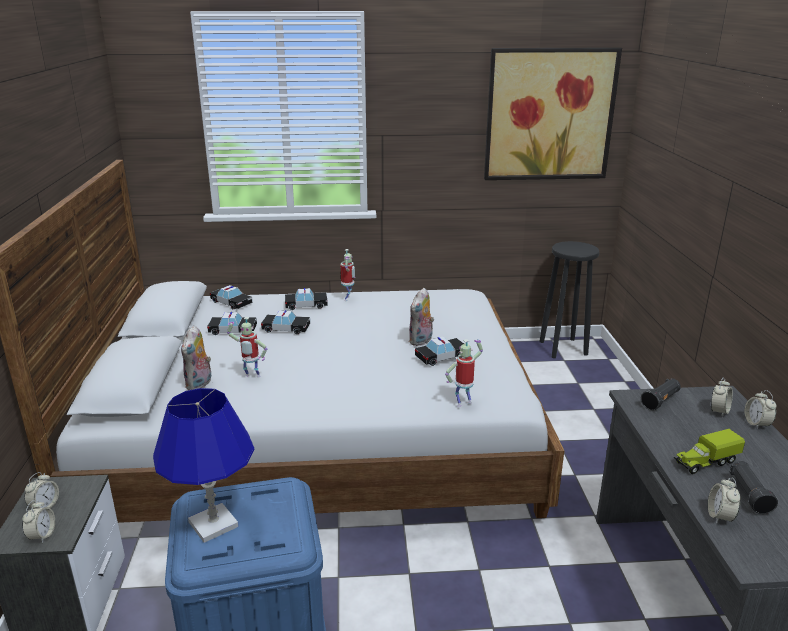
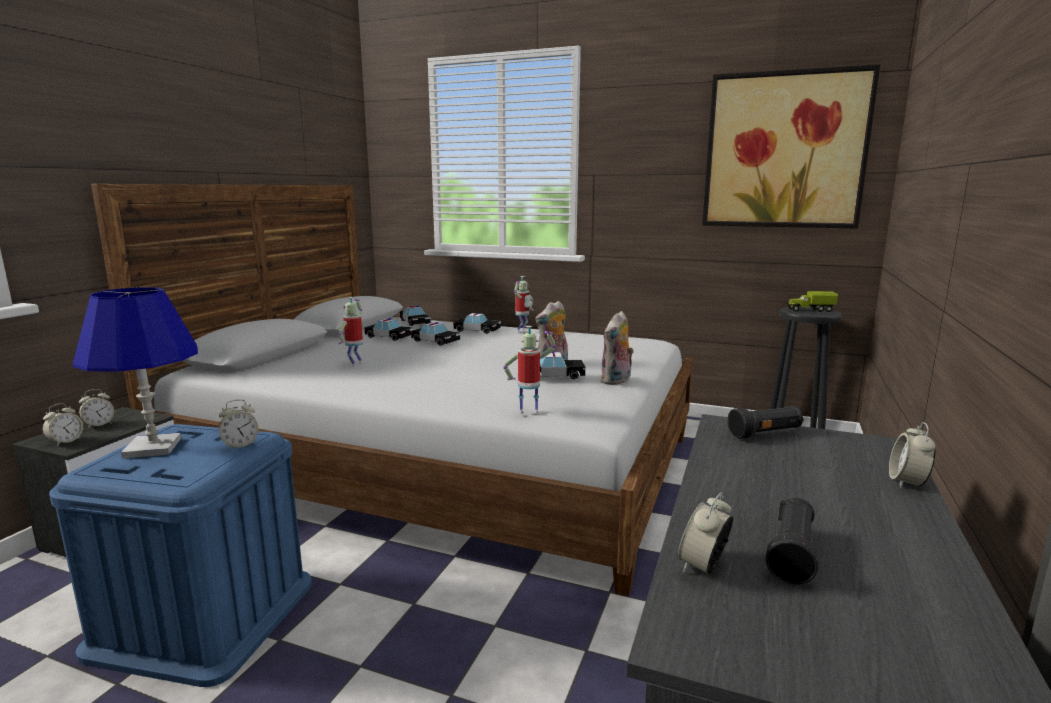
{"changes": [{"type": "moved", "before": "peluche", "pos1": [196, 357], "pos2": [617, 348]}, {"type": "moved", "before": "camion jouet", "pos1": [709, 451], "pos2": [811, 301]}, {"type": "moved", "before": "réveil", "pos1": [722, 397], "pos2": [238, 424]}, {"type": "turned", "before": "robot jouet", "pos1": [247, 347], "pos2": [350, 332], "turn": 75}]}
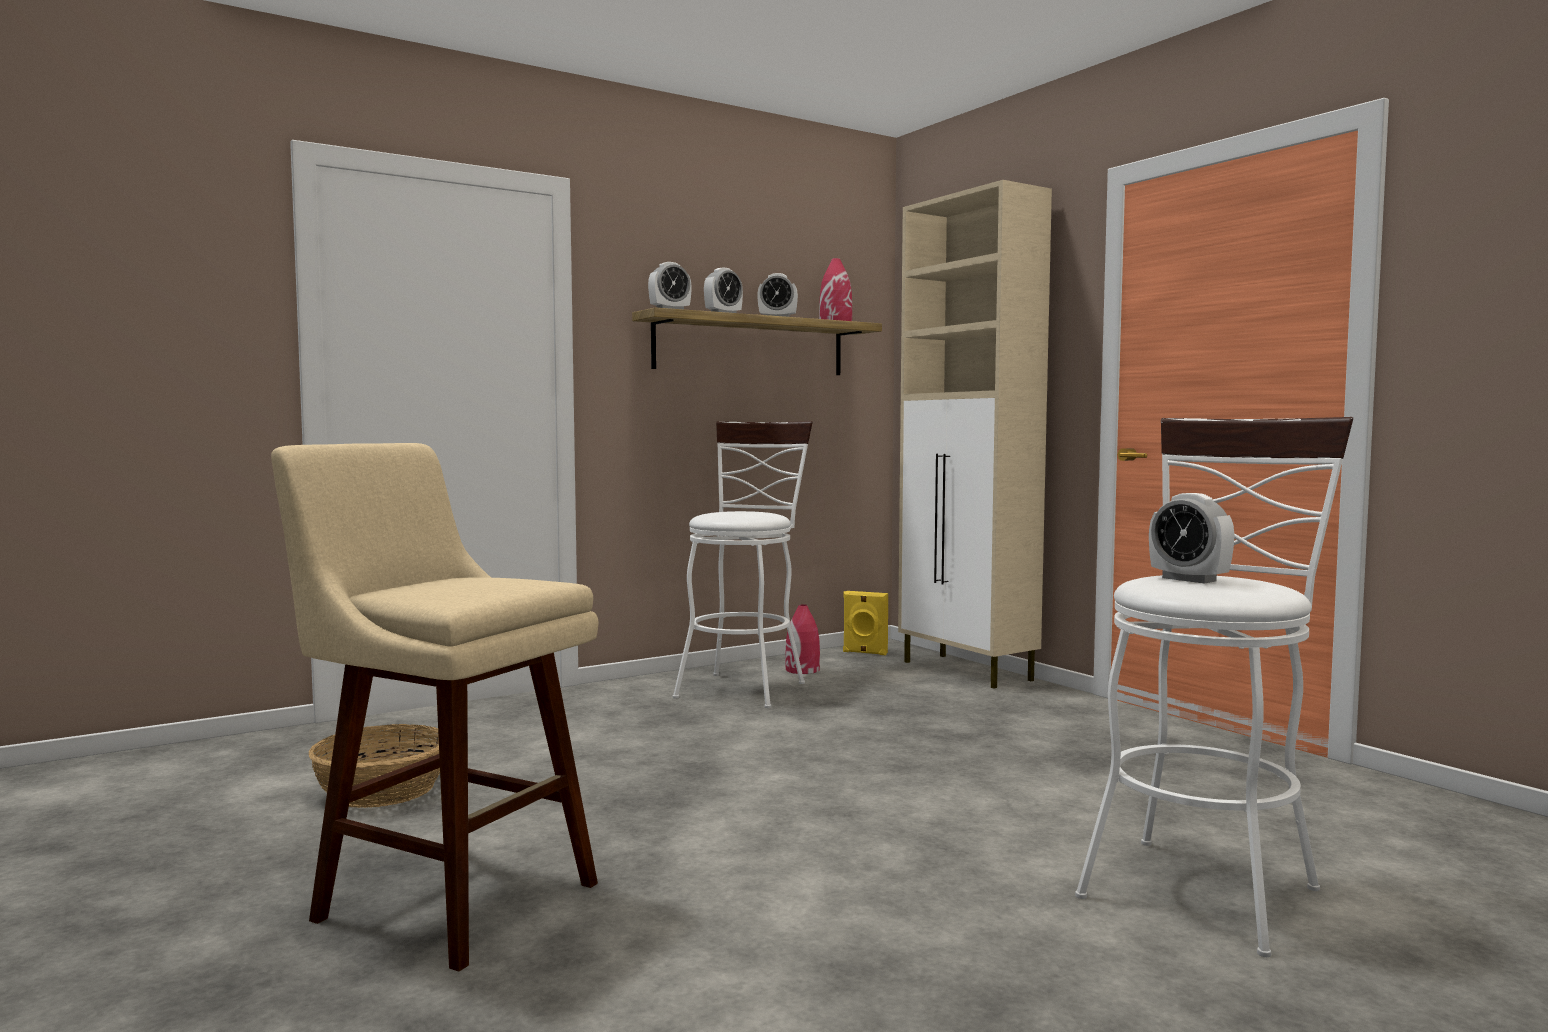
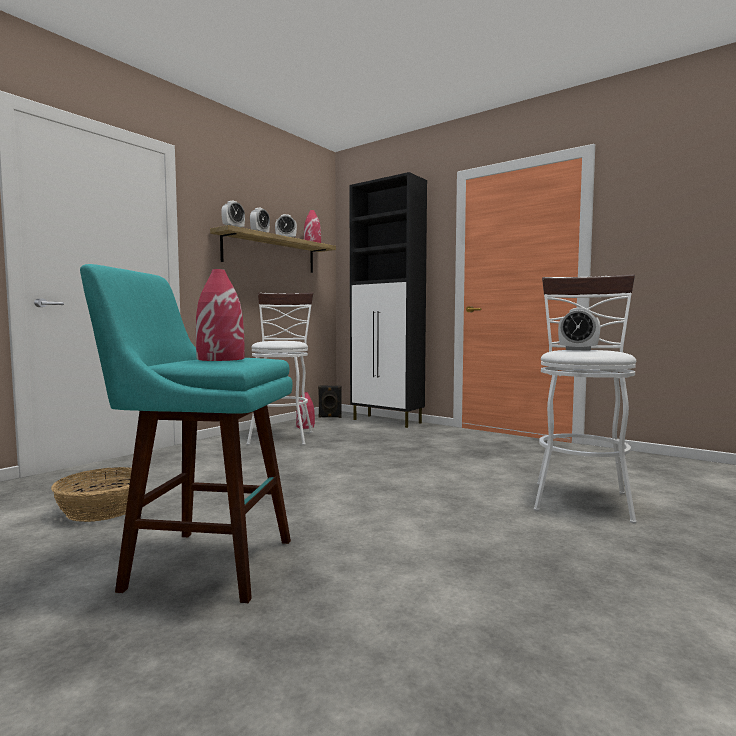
{"changes": [{"type": "added", "after": "vase [rouge]", "pos2": [220, 315]}, {"type": "recoloured", "before": "tabouret [beige]", "after": "tabouret [turquoise]", "pos1": [434, 707], "pos2": [186, 433]}, {"type": "recoloured", "before": "enceinte [jaune]", "after": "enceinte [noir]", "pos1": [865, 623], "pos2": [330, 402]}, {"type": "recoloured", "before": "meuble de rangement [beige]", "after": "meuble de rangement [noir]", "pos1": [975, 434], "pos2": [388, 300]}]}
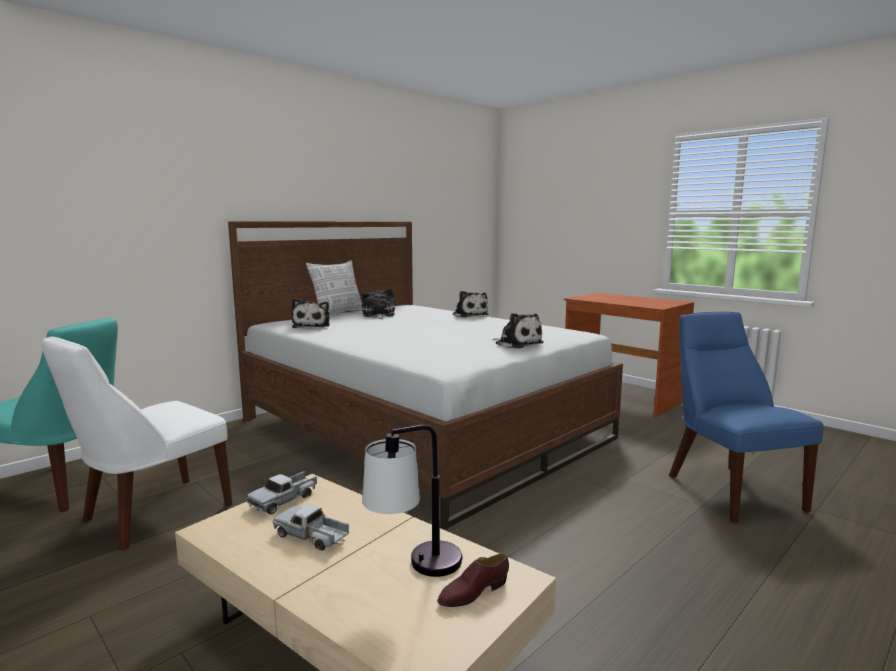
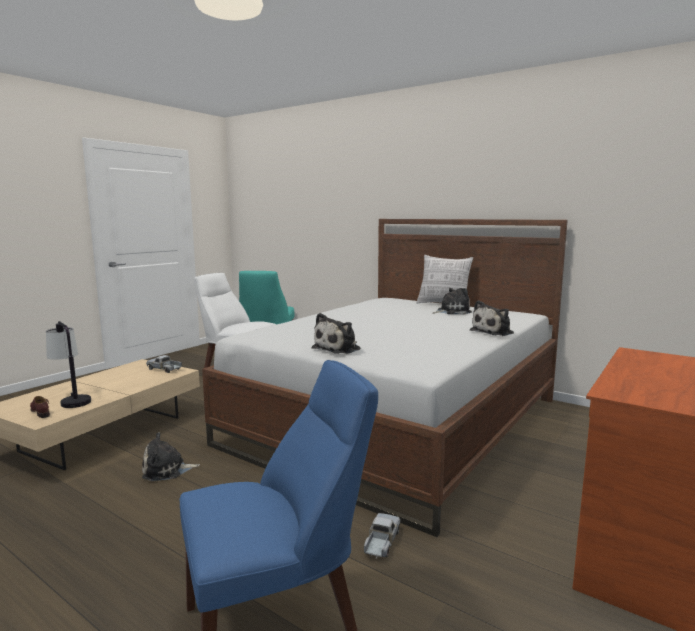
{"changes": [{"type": "moved", "before": "camion jouet", "pos1": [311, 527], "pos2": [382, 535]}, {"type": "moved", "before": "peluche", "pos1": [311, 313], "pos2": [171, 456]}]}
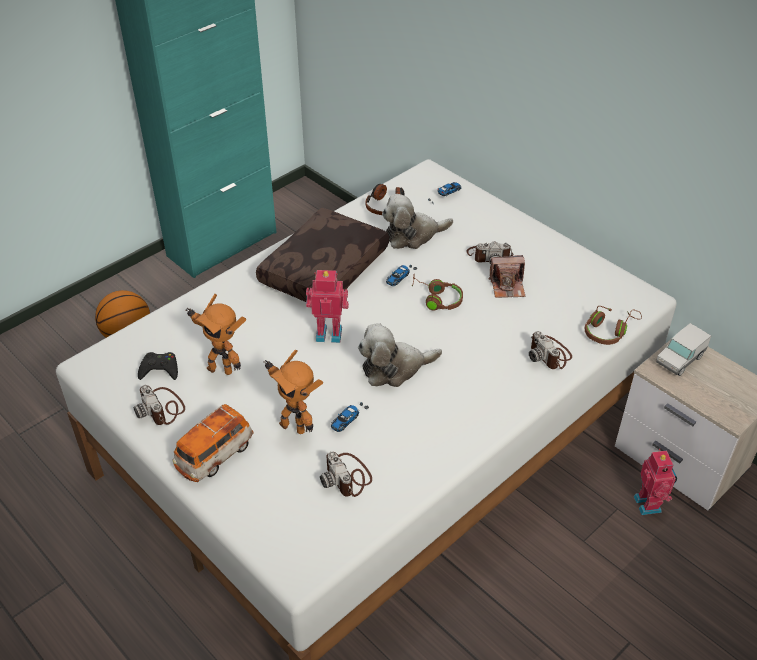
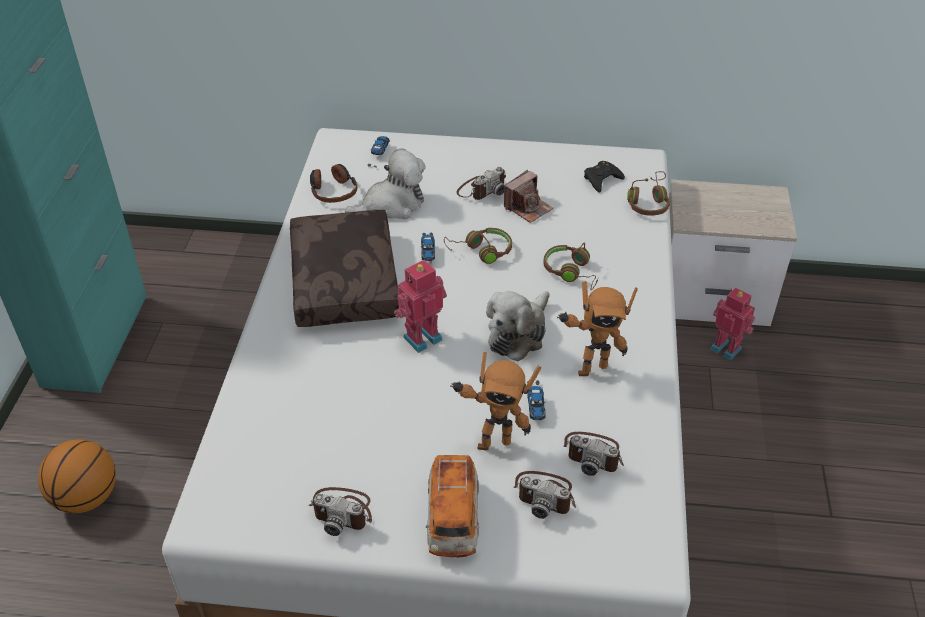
{"changes": [{"type": "removed", "before": "camion jouet", "pos1": [683, 349]}, {"type": "added", "after": "casque audio [marron]", "pos2": [571, 266]}, {"type": "moved", "before": "manette [noir]", "pos1": [158, 366], "pos2": [604, 177]}, {"type": "moved", "before": "robot jouet", "pos1": [215, 334], "pos2": [597, 328]}, {"type": "moved", "before": "appareil photo", "pos1": [550, 350], "pos2": [545, 495]}, {"type": "turned", "before": "peluche", "pos1": [417, 221], "pos2": [385, 184], "turn": -150}]}
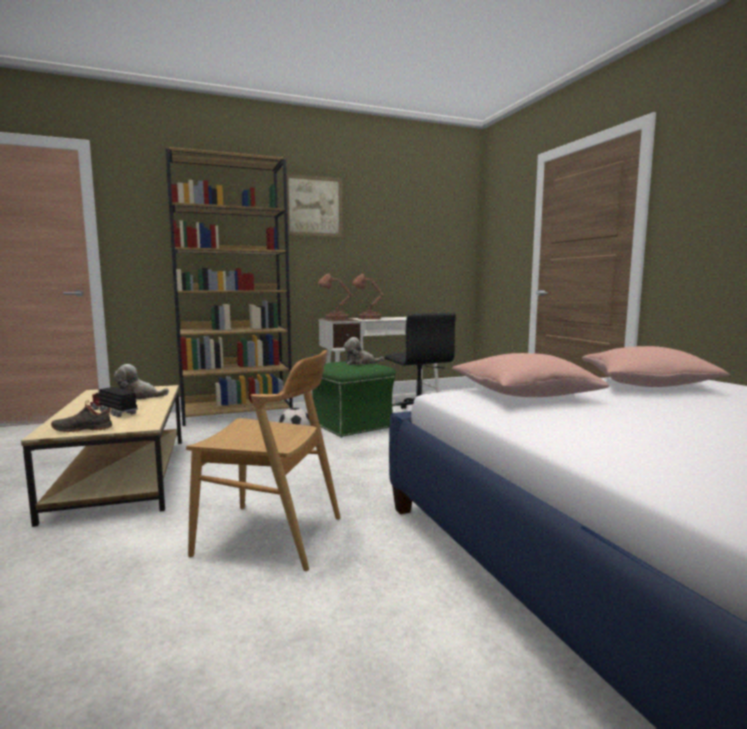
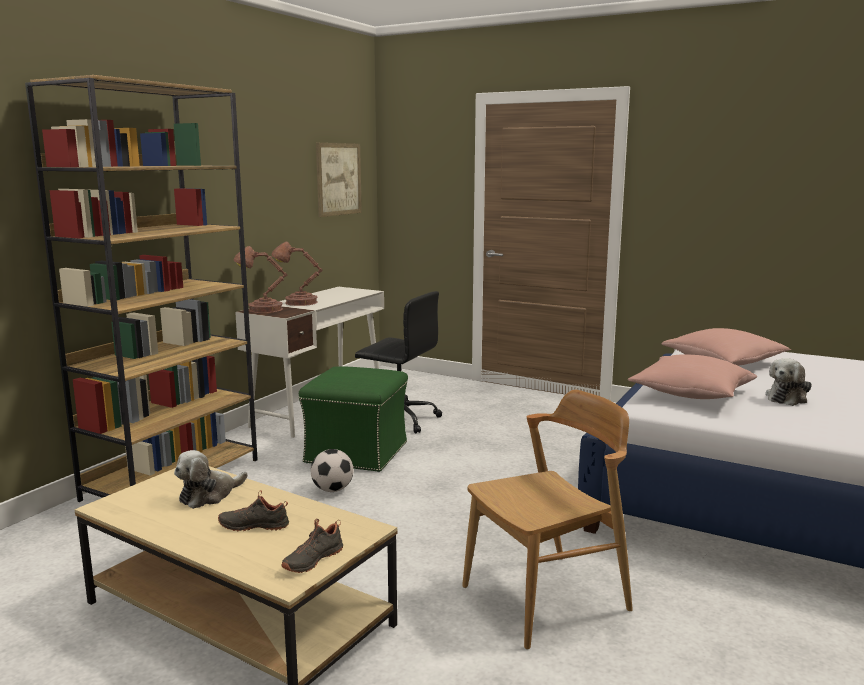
{"changes": [{"type": "moved", "before": "tableau", "pos1": [315, 205], "pos2": [339, 180]}, {"type": "moved", "before": "peluche", "pos1": [363, 351], "pos2": [788, 382]}, {"type": "replaced", "before": "camion jouet", "after": "chaussure [noir]", "pos1": [114, 401], "pos2": [253, 510]}]}
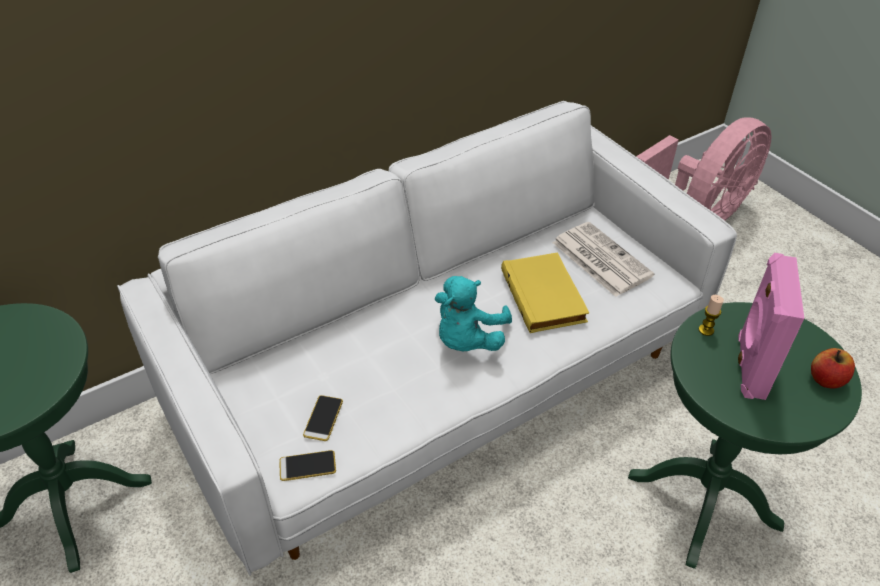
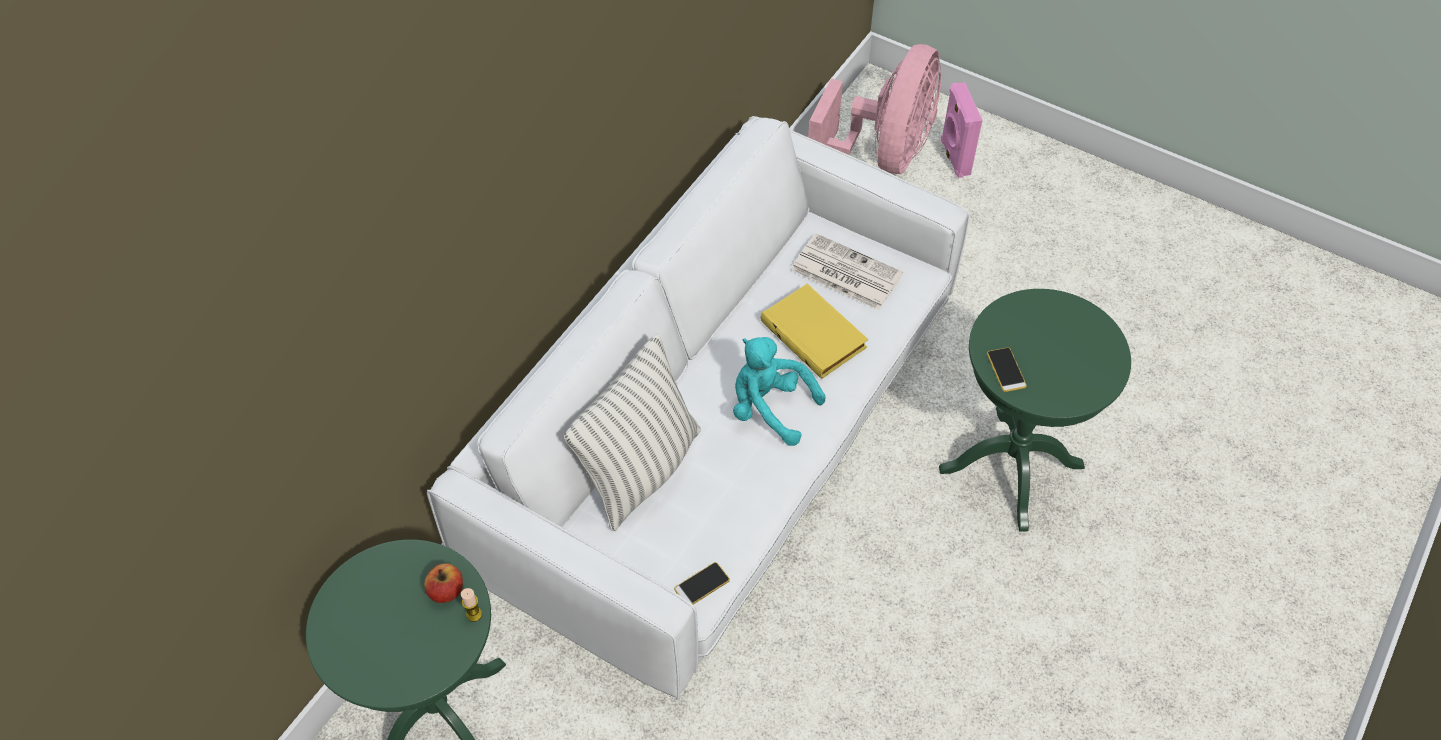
{"changes": [{"type": "added", "after": "coussin", "pos2": [632, 432]}, {"type": "moved", "before": "téléphone", "pos1": [323, 418], "pos2": [1007, 369]}, {"type": "moved", "before": "bougie", "pos1": [711, 315], "pos2": [471, 605]}, {"type": "moved", "before": "enceinte [rose]", "pos1": [771, 326], "pos2": [961, 130]}, {"type": "moved", "before": "pomme", "pos1": [833, 368], "pos2": [443, 583]}, {"type": "turned", "before": "peluche [turquoise]", "pos1": [473, 313], "pos2": [779, 391], "turn": 120}]}
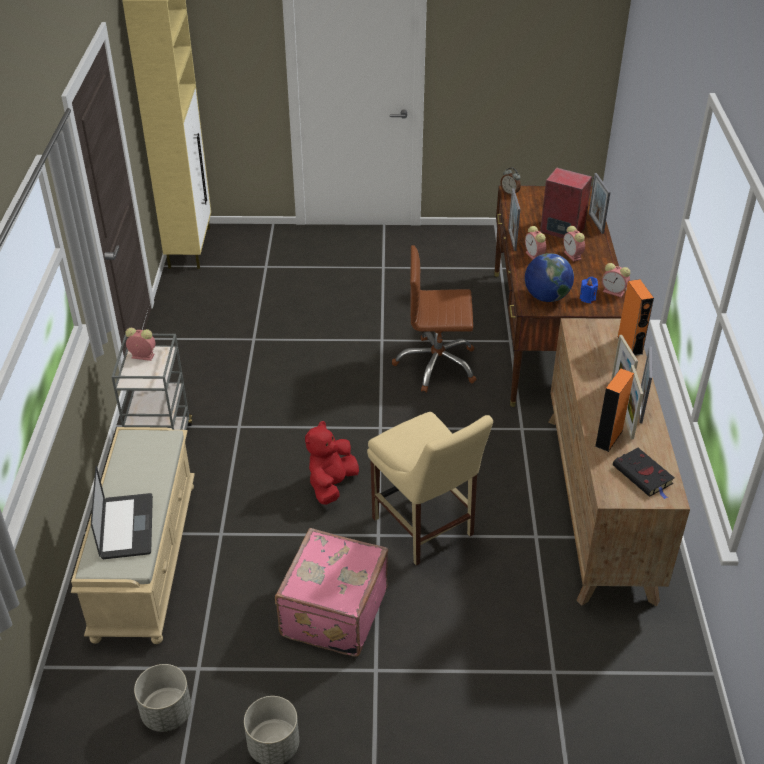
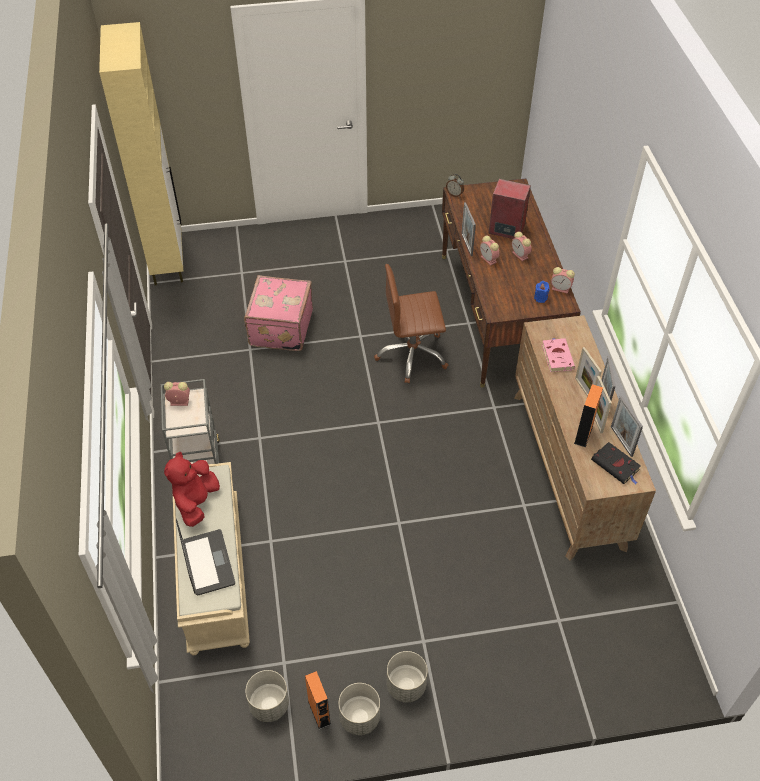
{"changes": [{"type": "removed", "before": "chaise [beige]", "pos1": [430, 489]}, {"type": "removed", "before": "globe", "pos1": [549, 277]}, {"type": "added", "after": "cache-pot [gris]", "pos2": [407, 676]}, {"type": "added", "after": "livre [rose]", "pos2": [558, 355]}, {"type": "moved", "before": "valise [rose]", "pos1": [331, 592], "pos2": [278, 313]}, {"type": "moved", "before": "peluche [rouge]", "pos1": [332, 463], "pos2": [192, 489]}, {"type": "moved", "before": "cadre photo", "pos1": [599, 203], "pos2": [627, 426]}, {"type": "moved", "before": "enceinte [orange]", "pos1": [635, 317], "pos2": [318, 700]}]}
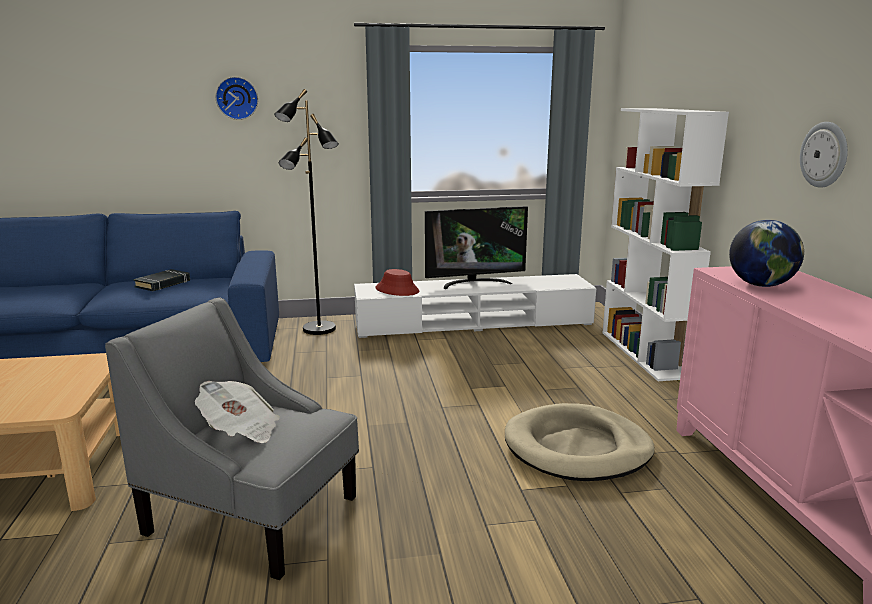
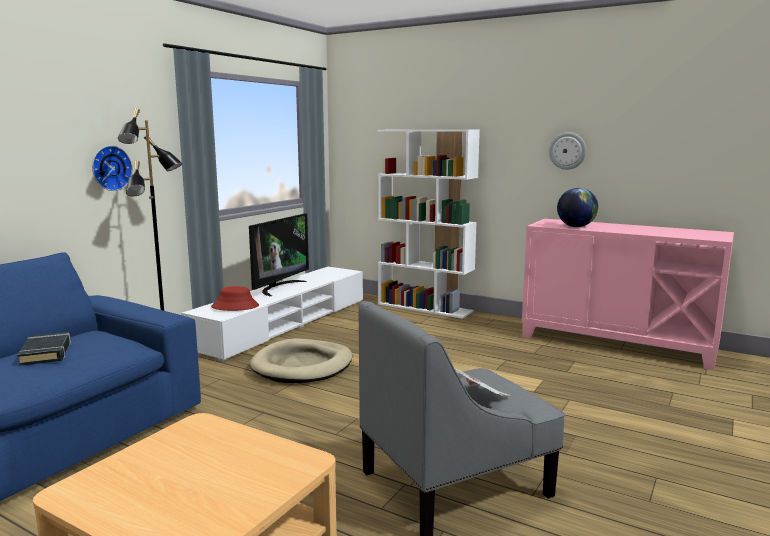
{"changes": [{"type": "moved", "before": "horloge murale", "pos1": [236, 98], "pos2": [112, 168]}, {"type": "moved", "before": "panier pour chien [beige]", "pos1": [580, 442], "pos2": [301, 360]}]}
